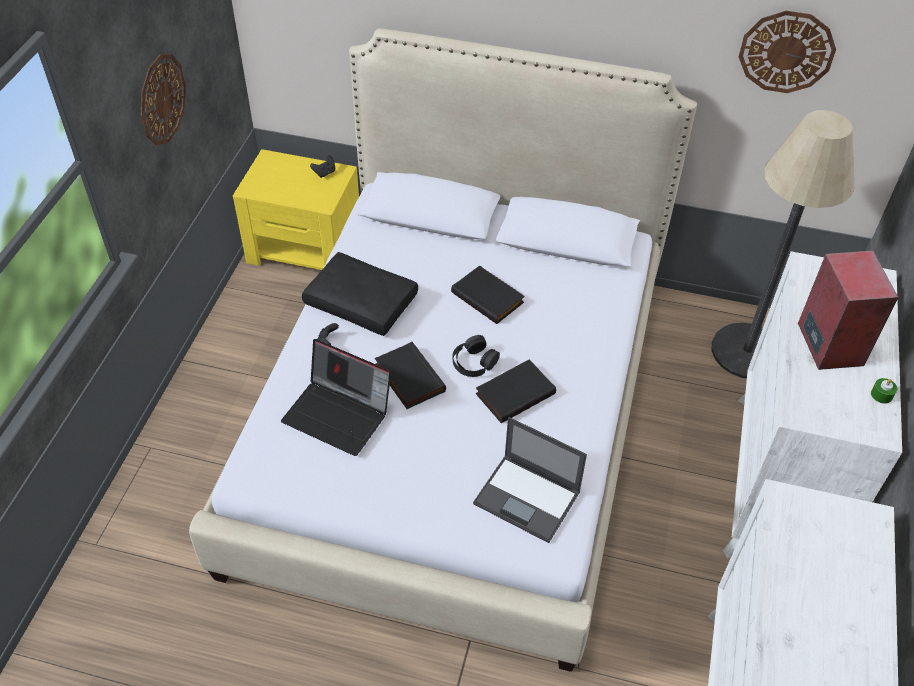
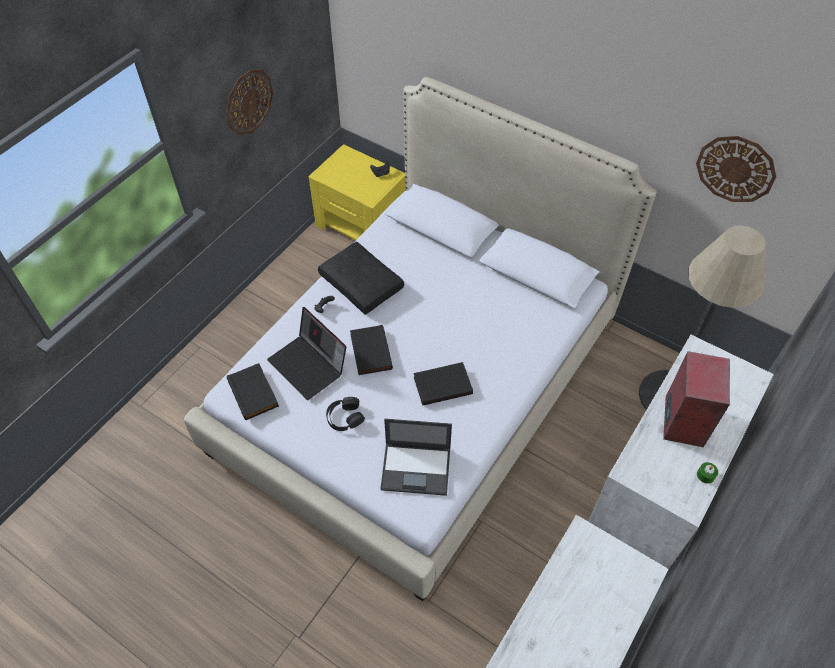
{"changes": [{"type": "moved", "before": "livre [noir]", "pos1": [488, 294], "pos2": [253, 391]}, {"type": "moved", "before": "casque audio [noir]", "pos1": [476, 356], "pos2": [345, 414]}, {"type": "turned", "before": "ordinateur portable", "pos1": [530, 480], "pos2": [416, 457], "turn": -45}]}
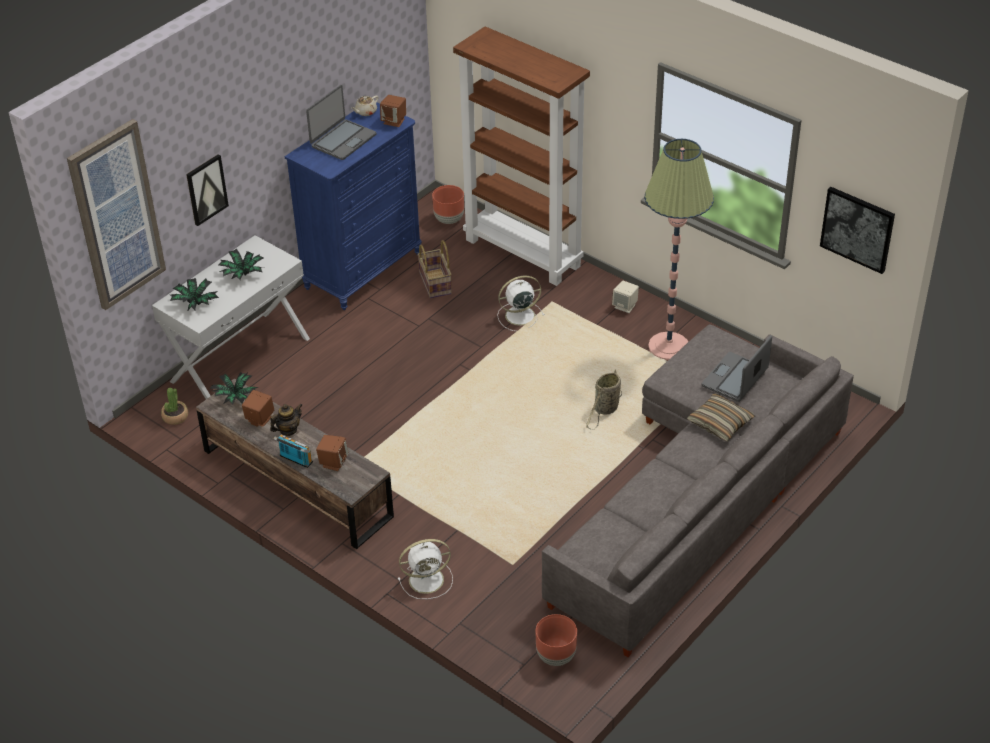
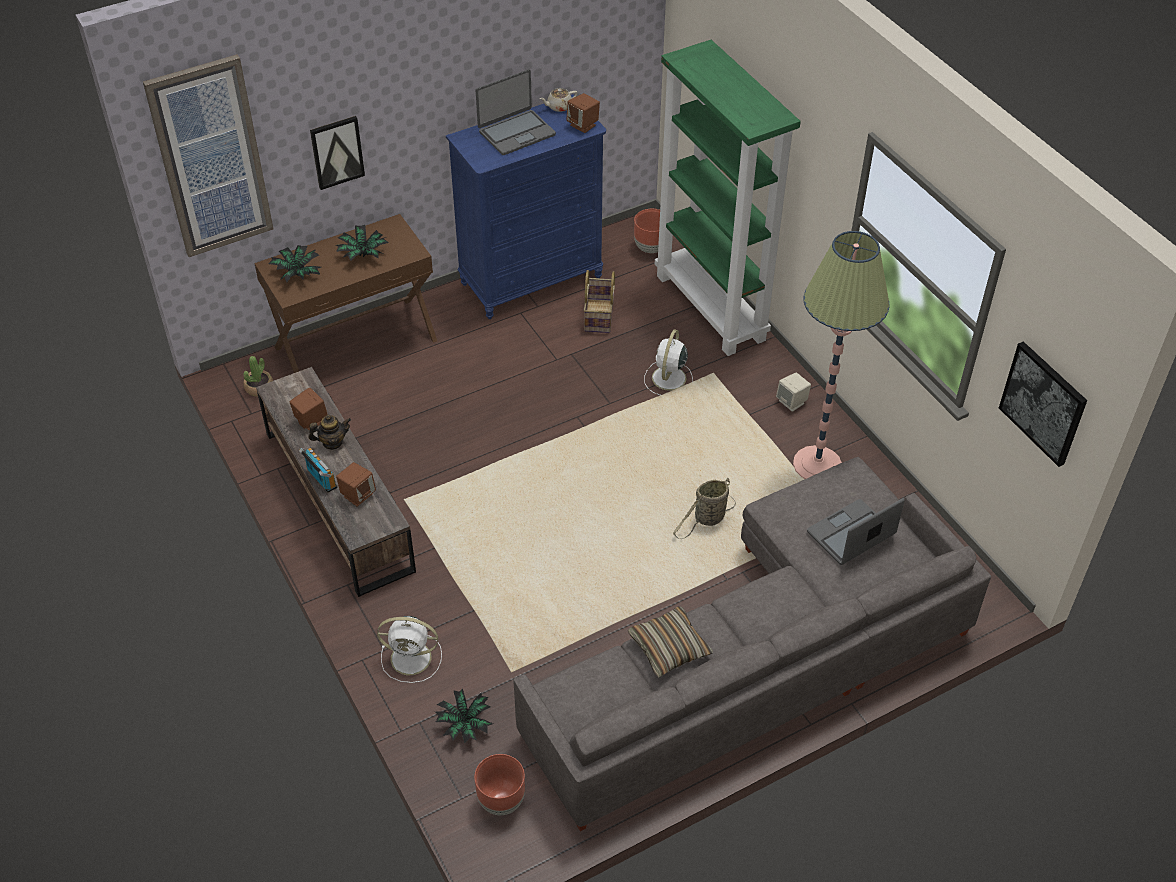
{"changes": [{"type": "moved", "before": "plante en pot", "pos1": [234, 388], "pos2": [464, 716]}, {"type": "moved", "before": "coussin", "pos1": [721, 417], "pos2": [670, 641]}, {"type": "recoloured", "before": "table console [blanc]", "after": "table console [marron]", "pos1": [231, 317], "pos2": [345, 293]}, {"type": "recoloured", "before": "bibliothèque [marron]", "after": "bibliothèque [vert]", "pos1": [521, 156], "pos2": [728, 198]}, {"type": "turned", "before": "ventilateur [blanc]", "pos1": [521, 303], "pos2": [668, 362], "turn": -75}]}
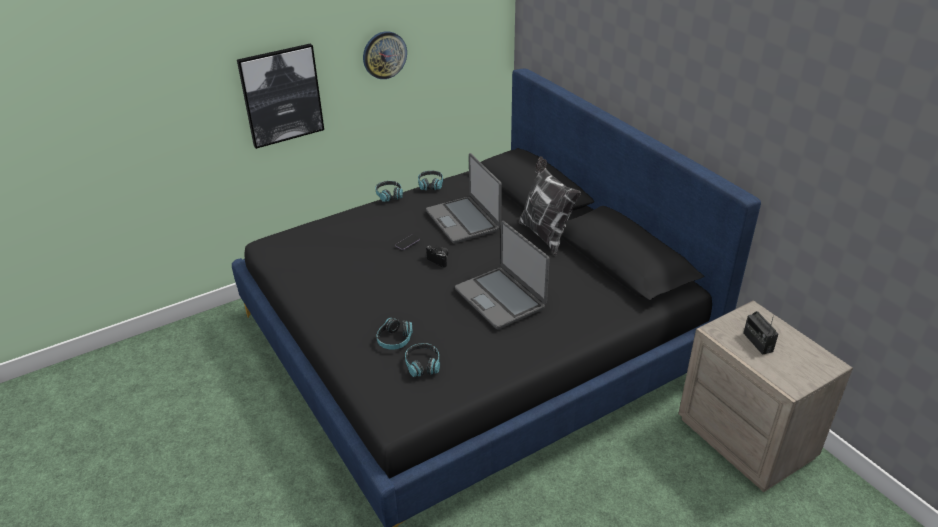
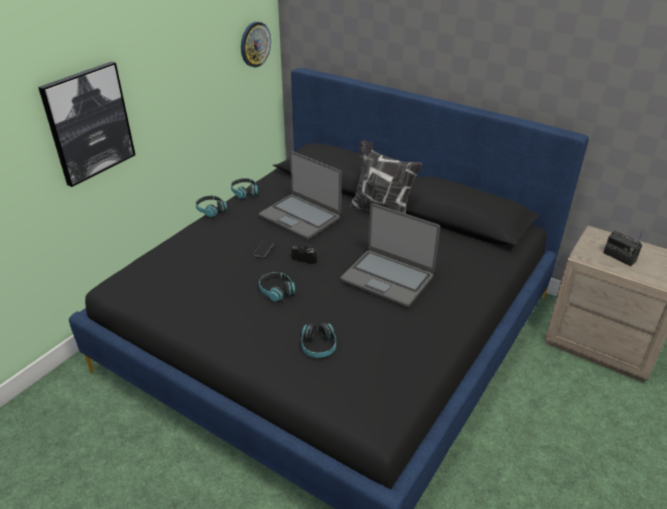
{"changes": [{"type": "moved", "before": "horloge murale", "pos1": [385, 55], "pos2": [256, 44]}, {"type": "moved", "before": "casque audio", "pos1": [422, 360], "pos2": [277, 287]}]}
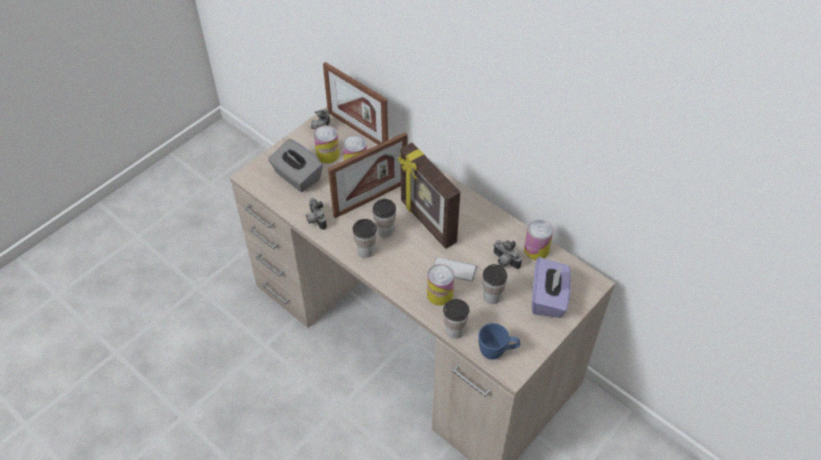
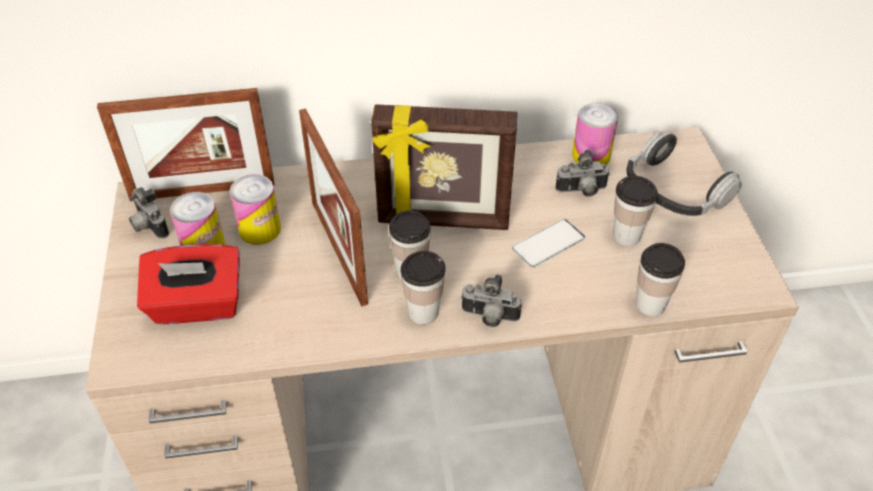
{"changes": [{"type": "removed", "before": "boîte métallique", "pos1": [440, 285]}, {"type": "removed", "before": "mug [bleu]", "pos1": [499, 341]}, {"type": "moved", "before": "appareil photo", "pos1": [316, 214], "pos2": [491, 300]}, {"type": "replaced", "before": "boîte à mouchoirs [violet]", "after": "casque audio", "pos1": [551, 287], "pos2": [684, 174]}, {"type": "recoloured", "before": "boîte à mouchoirs [gris]", "after": "boîte à mouchoirs [rouge]", "pos1": [295, 165], "pos2": [188, 284]}, {"type": "turned", "before": "cadre photo", "pos1": [367, 175], "pos2": [333, 207], "turn": 150}]}
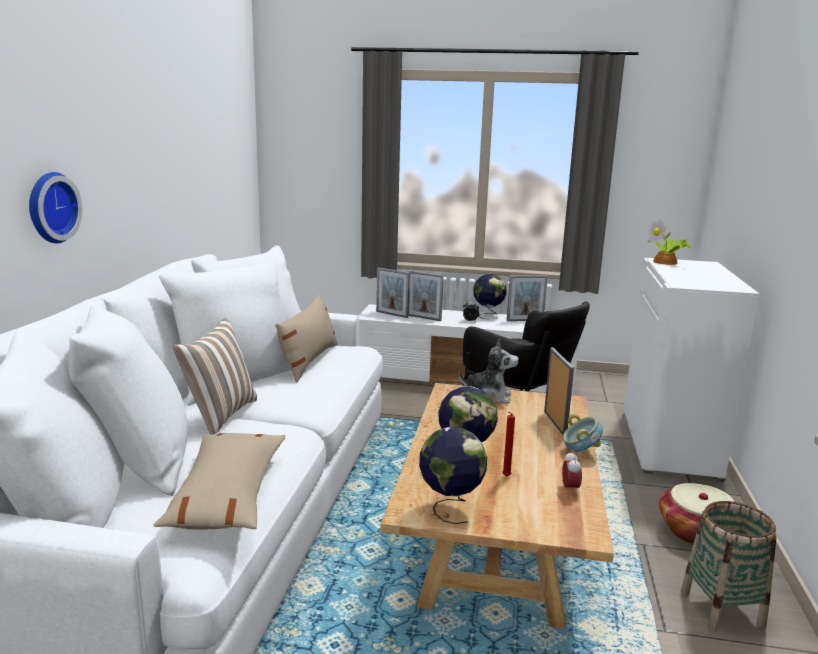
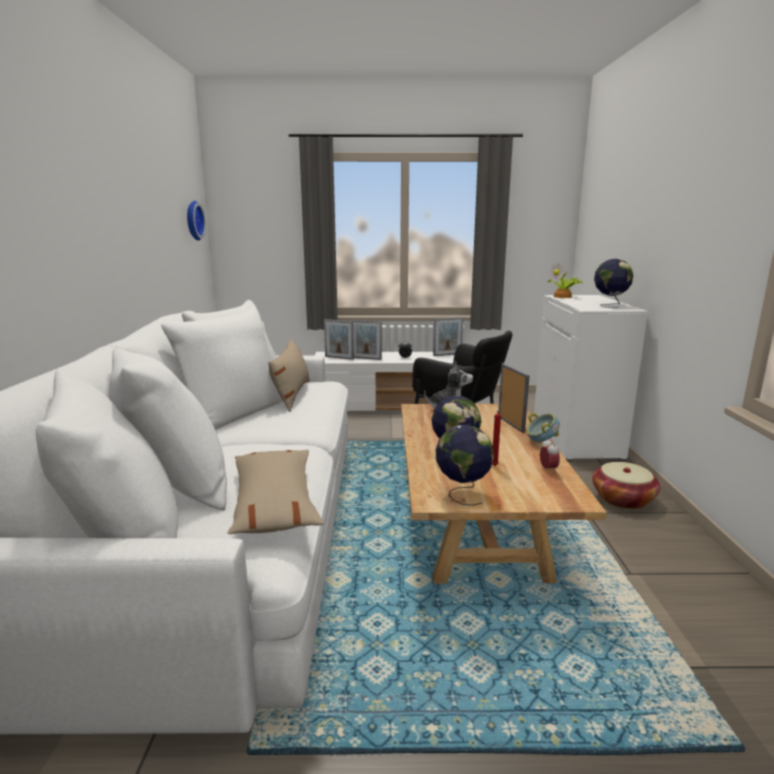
{"changes": [{"type": "removed", "before": "coussin", "pos1": [215, 376]}, {"type": "removed", "before": "panier", "pos1": [729, 566]}, {"type": "moved", "before": "horloge murale", "pos1": [55, 207], "pos2": [196, 221]}, {"type": "moved", "before": "globe", "pos1": [490, 296], "pos2": [613, 283]}]}
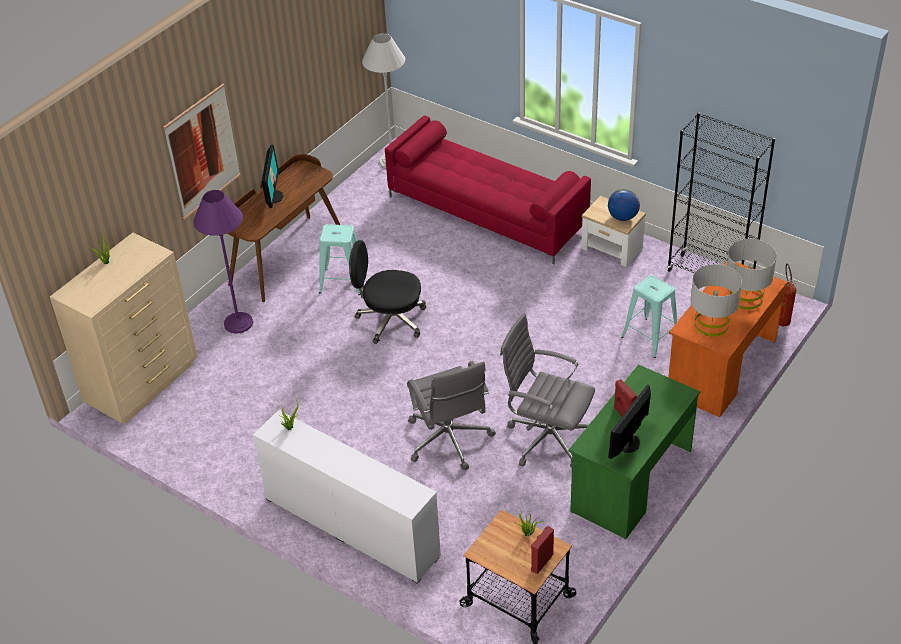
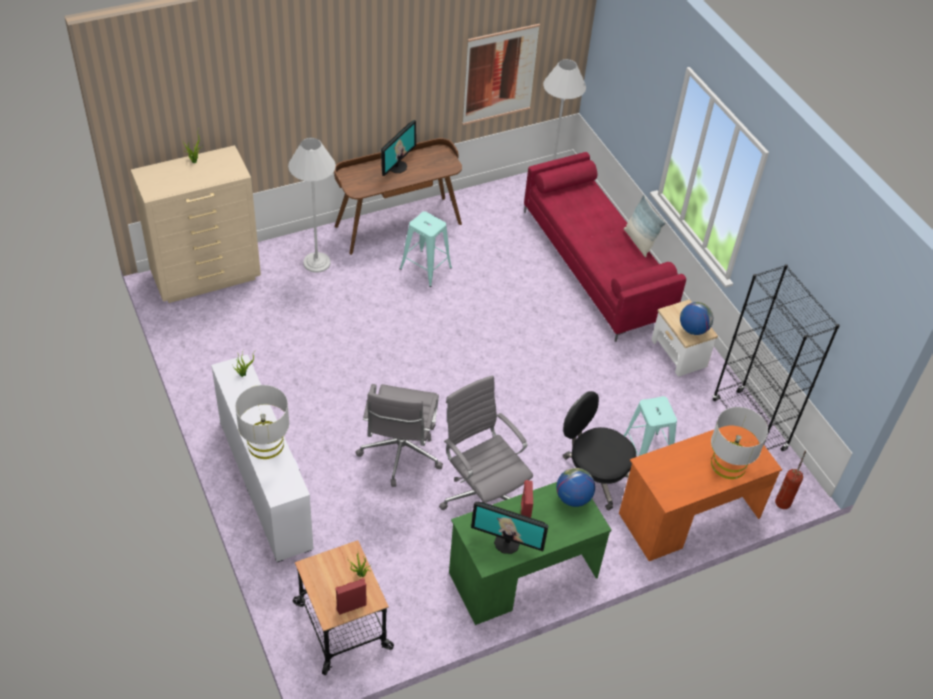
{"changes": [{"type": "added", "after": "globe", "pos2": [575, 487]}, {"type": "added", "after": "coussin", "pos2": [645, 226]}, {"type": "moved", "before": "tableau", "pos1": [202, 151], "pos2": [501, 74]}, {"type": "moved", "before": "chaise de bureau [noir]", "pos1": [387, 292], "pos2": [599, 450]}, {"type": "moved", "before": "lampe de table [gris]", "pos1": [716, 300], "pos2": [262, 422]}, {"type": "recoloured", "before": "lampadaire [violet]", "after": "lampadaire [blanc]", "pos1": [223, 262], "pos2": [312, 205]}, {"type": "turned", "before": "écran d'ordinateur", "pos1": [629, 421], "pos2": [509, 528], "turn": -135}]}
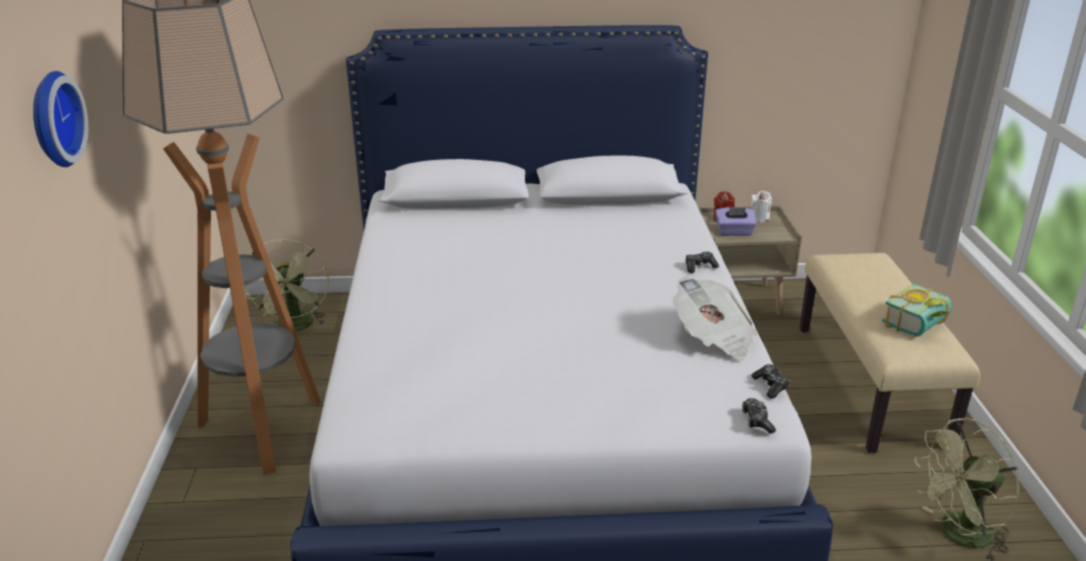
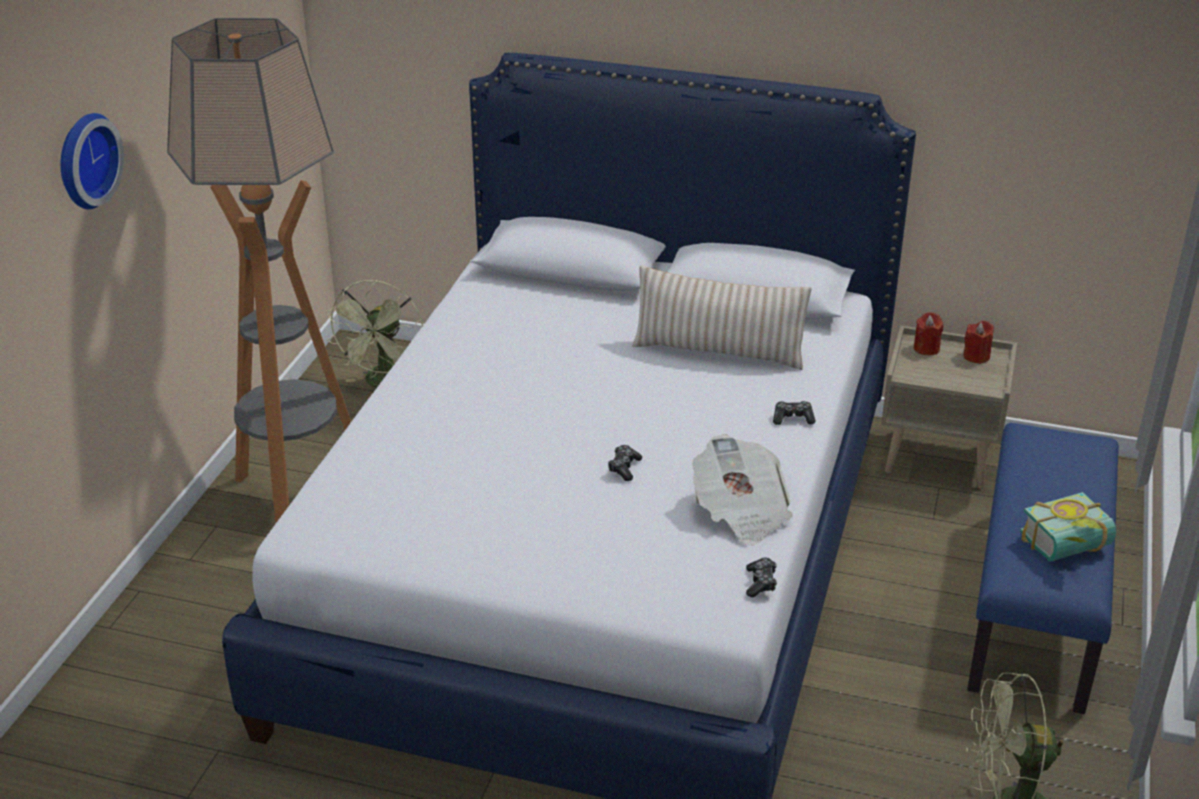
{"changes": [{"type": "removed", "before": "boîte à mouchoirs [violet]", "pos1": [736, 221]}, {"type": "added", "after": "coussin [beige]", "pos2": [722, 318]}, {"type": "moved", "before": "manette", "pos1": [759, 415], "pos2": [625, 463]}, {"type": "recoloured", "before": "bougie [blanc]", "after": "bougie [rouge]", "pos1": [761, 206], "pos2": [978, 342]}, {"type": "recoloured", "before": "banc [beige]", "after": "banc [bleu]", "pos1": [890, 353], "pos2": [1043, 568]}]}
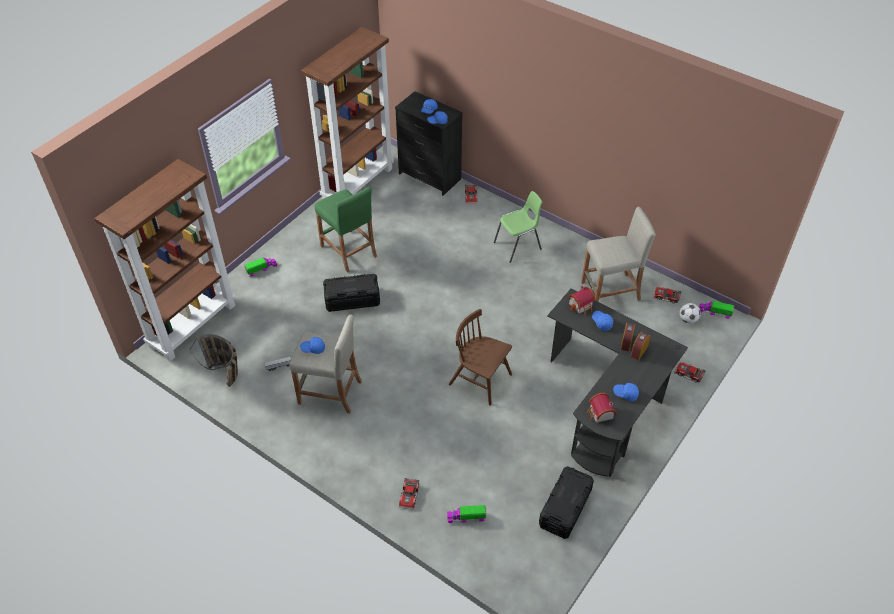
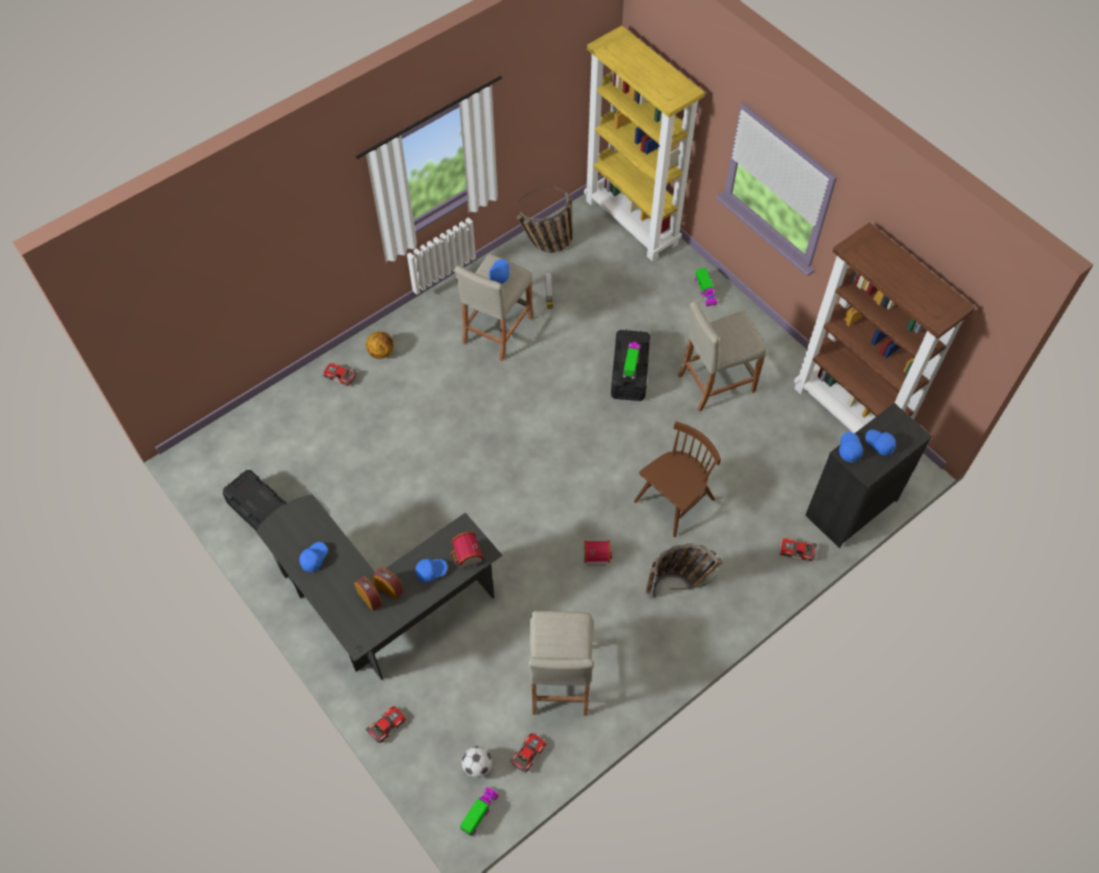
{"changes": [{"type": "added", "after": "ballon de basket", "pos2": [380, 345]}, {"type": "moved", "before": "camion jouet", "pos1": [466, 514], "pos2": [632, 360]}, {"type": "moved", "before": "chaise [marron]", "pos1": [480, 357], "pos2": [677, 479]}, {"type": "moved", "before": "maison miniature", "pos1": [602, 408], "pos2": [598, 553]}, {"type": "replaced", "before": "chaise [vert]", "after": "panier", "pos1": [518, 227], "pos2": [684, 571]}, {"type": "recoloured", "before": "bibliothèque [marron]", "after": "bibliothèque [jaune]", "pos1": [165, 260], "pos2": [644, 143]}, {"type": "recoloured", "before": "tabouret [vert]", "after": "tabouret [beige]", "pos1": [346, 230], "pos2": [722, 356]}]}
